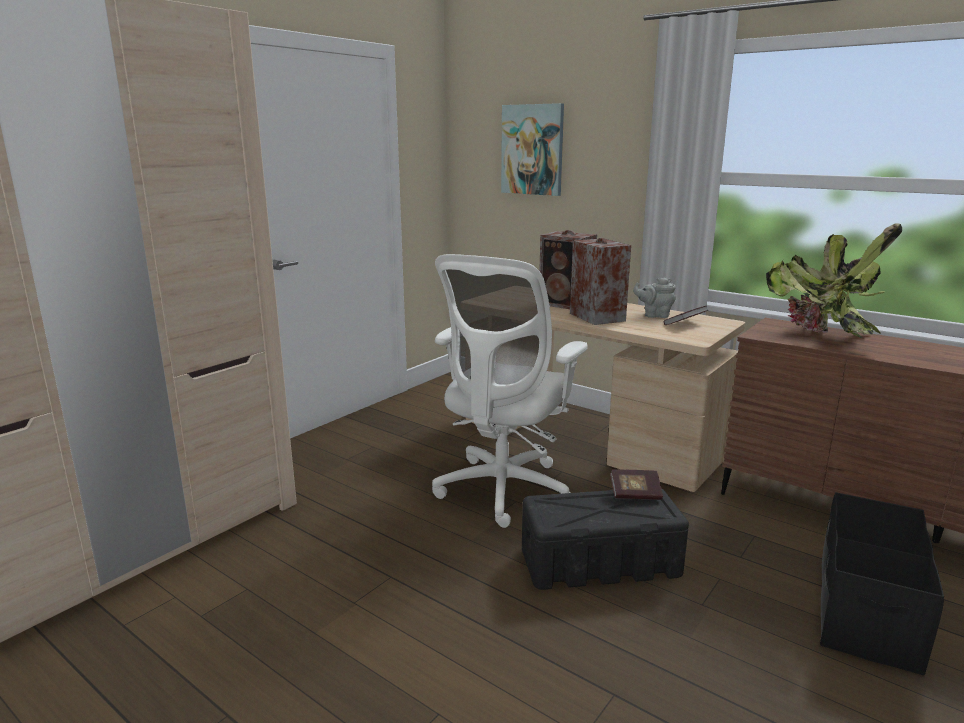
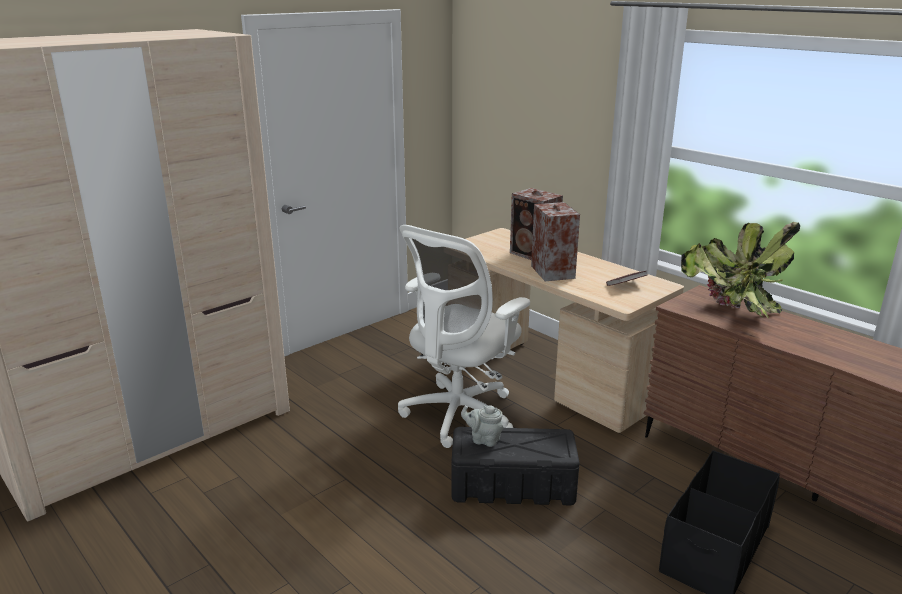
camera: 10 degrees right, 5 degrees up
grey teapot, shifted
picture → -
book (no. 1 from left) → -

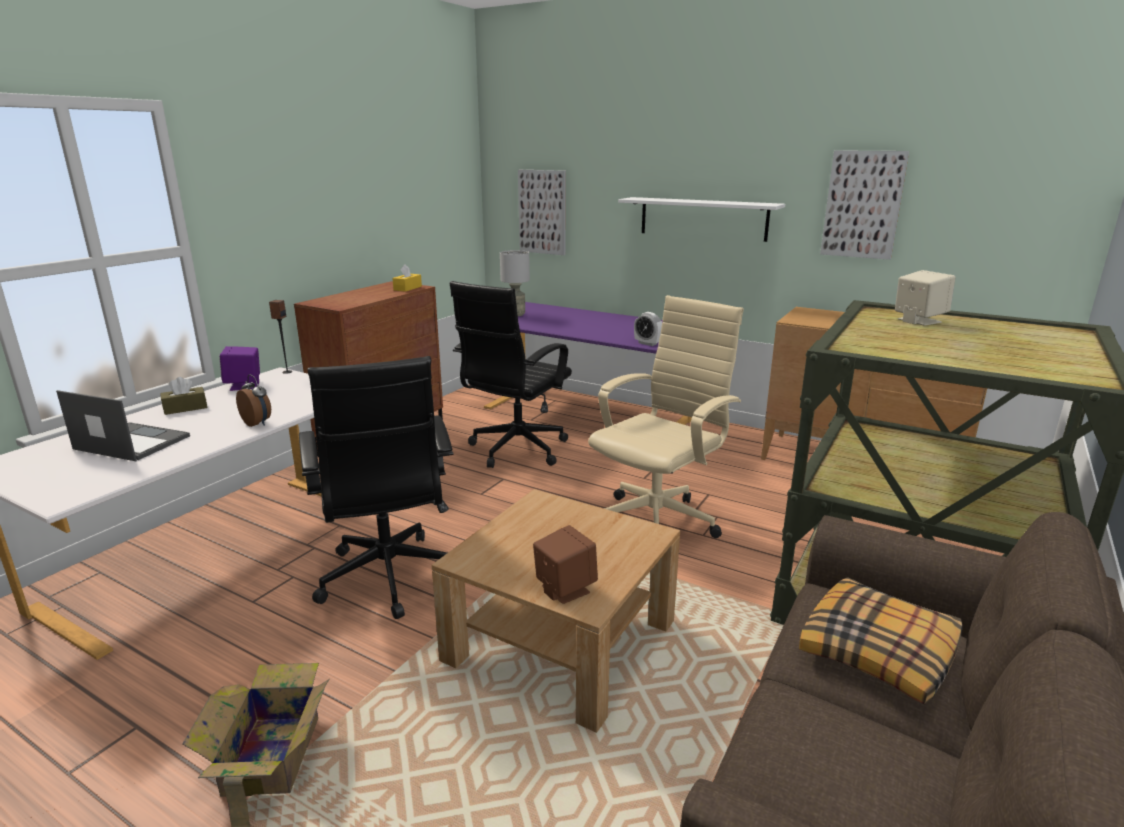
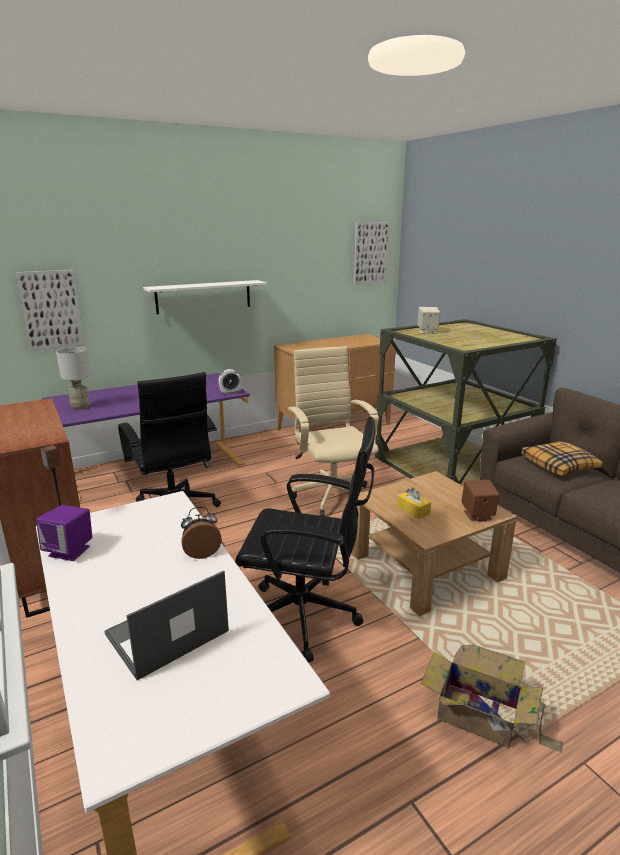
camera: 60 degrees left, 0 degrees up
picture (no. 2 from left), shifted
yellow tissue box, shifted
brown tissue box → -

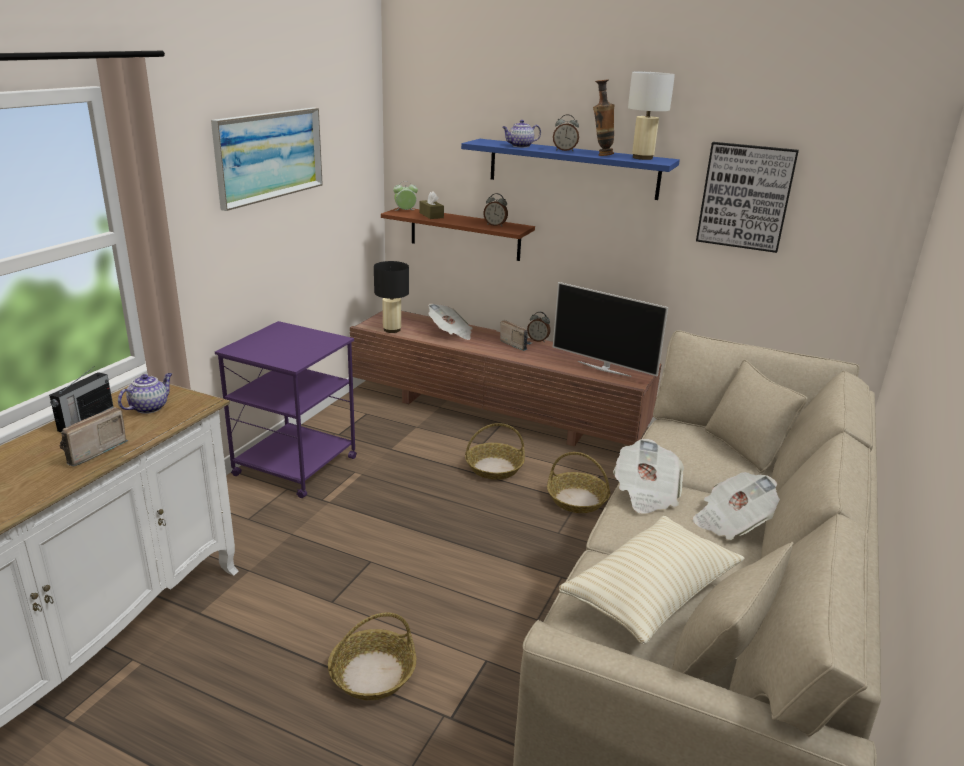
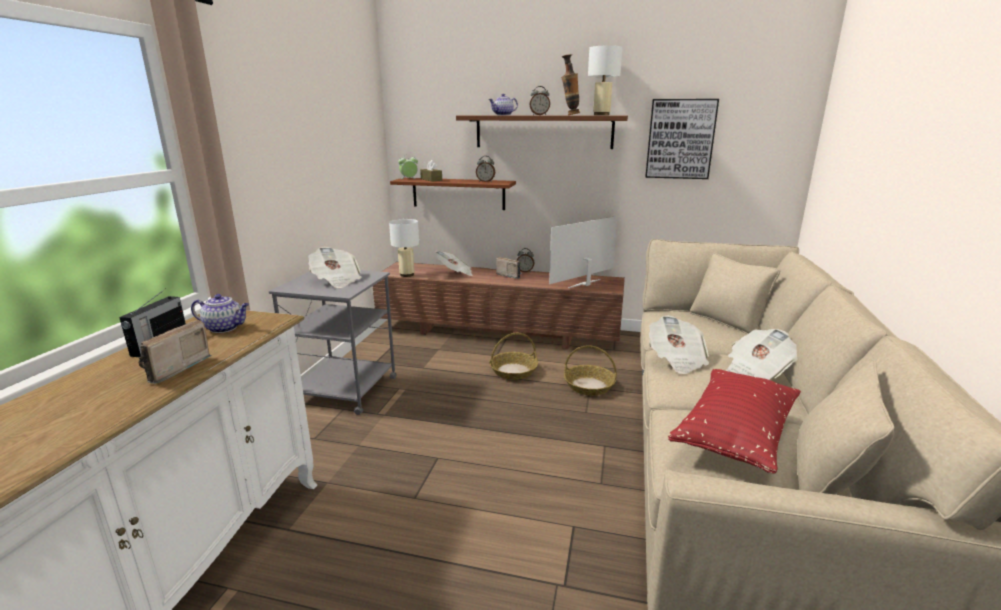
camera: 10 degrees left, 5 degrees down
teapot (no. 1 from left), 75 degrees clockwise
purple cart → grey cart
- → newspaper (no. 1 from left)
black table lamp → white table lamp (no. 1 from left)
blue shelf → brown shelf (no. 2 from left)
television, 120 degrees clockwise
beige pillow → red pillow
picture (no. 1 from left) → -
basket (no. 1 from left) → -

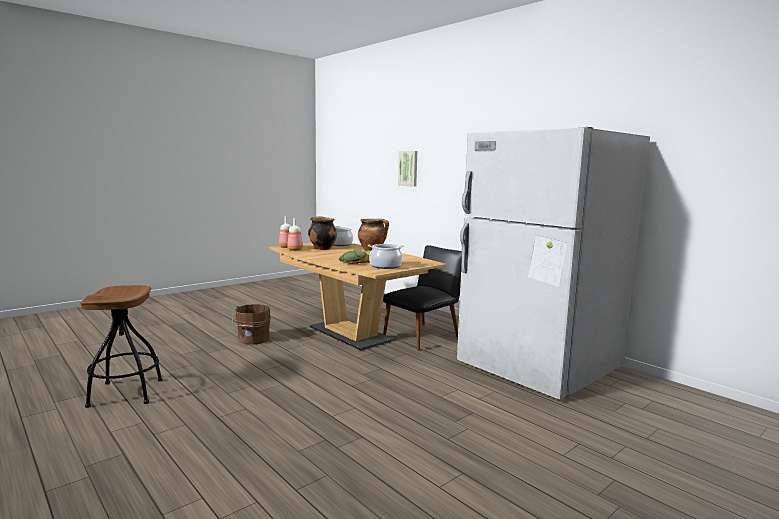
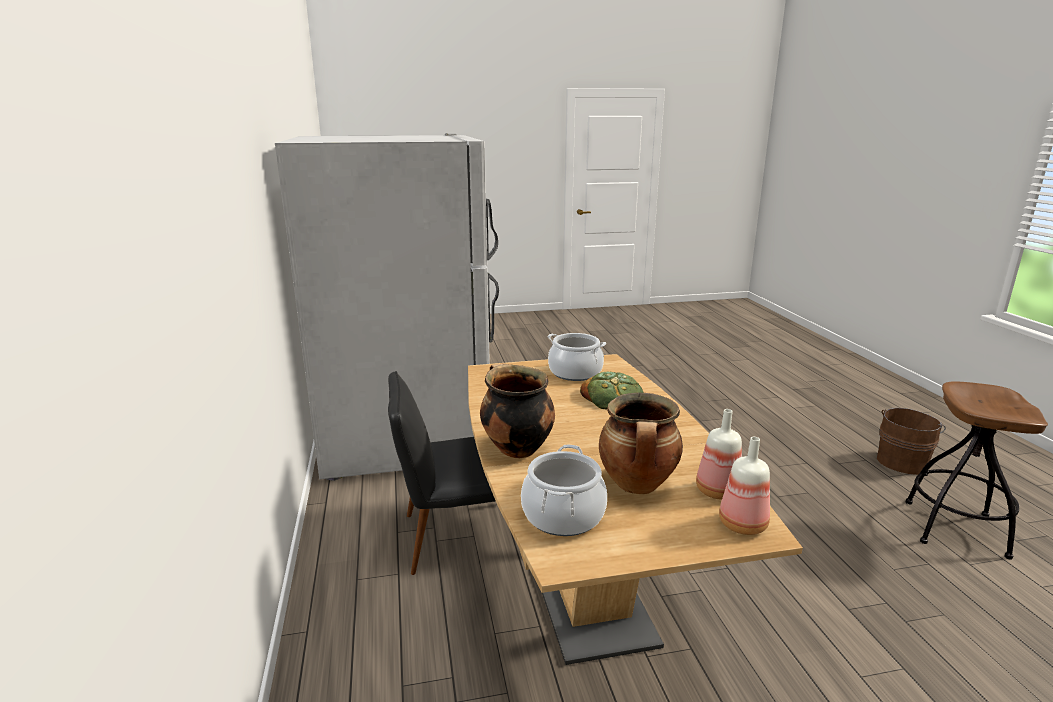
camera: 150 degrees left, 10 degrees up
brown bucket, shifted
picture → -

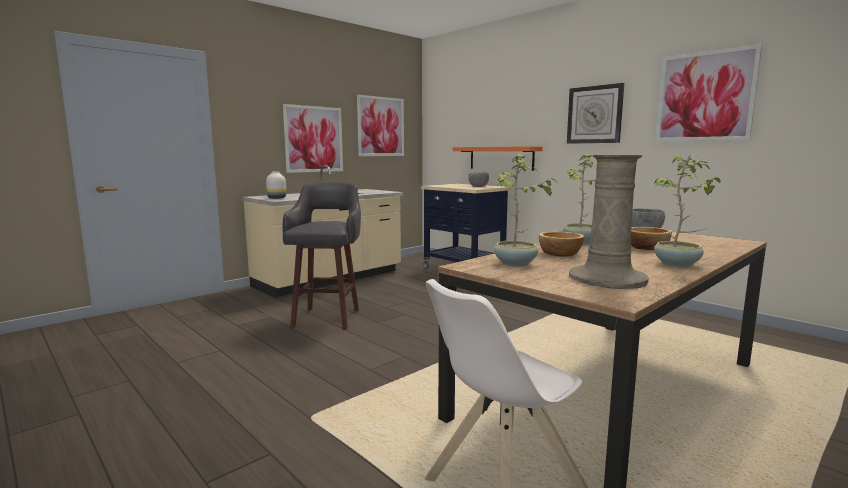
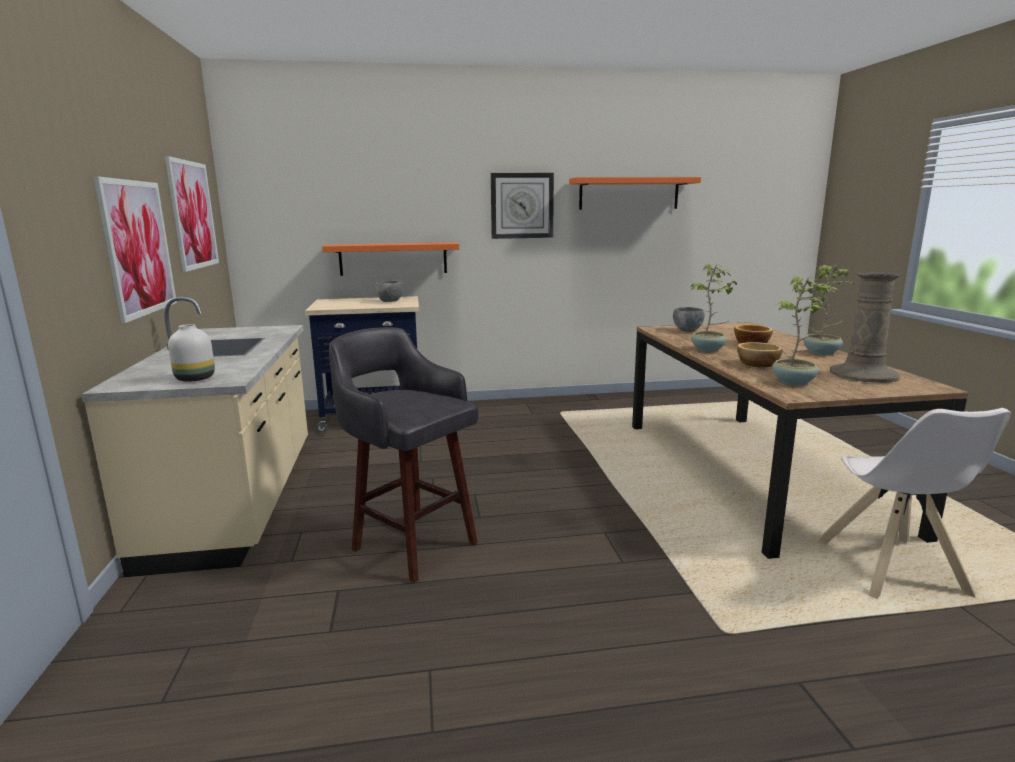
camera: 55 degrees left, 5 degrees up
picture (no. 3 from left) → orange shelf (no. 2 from left)

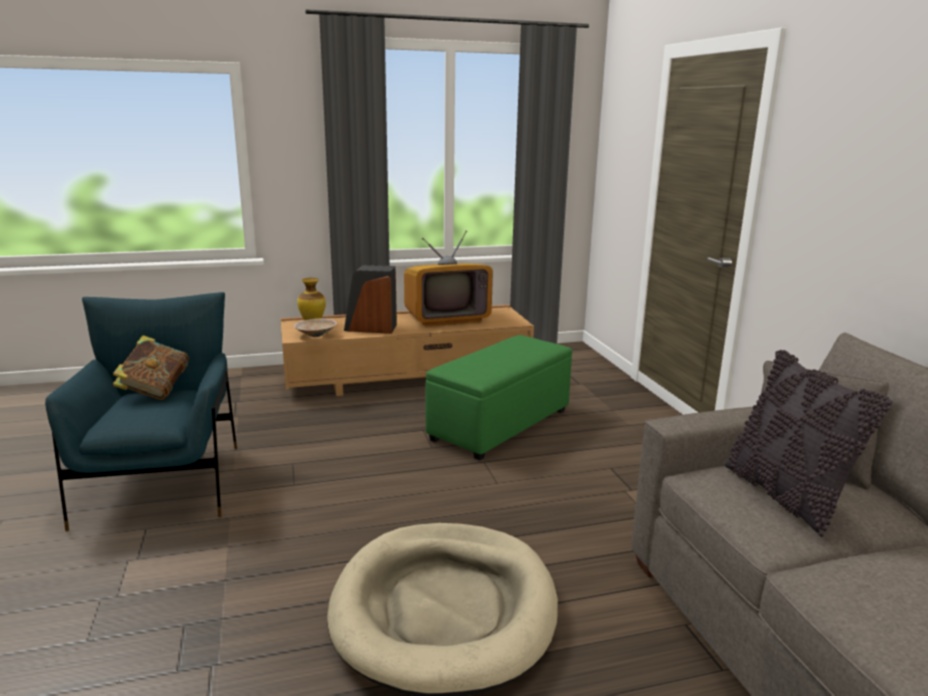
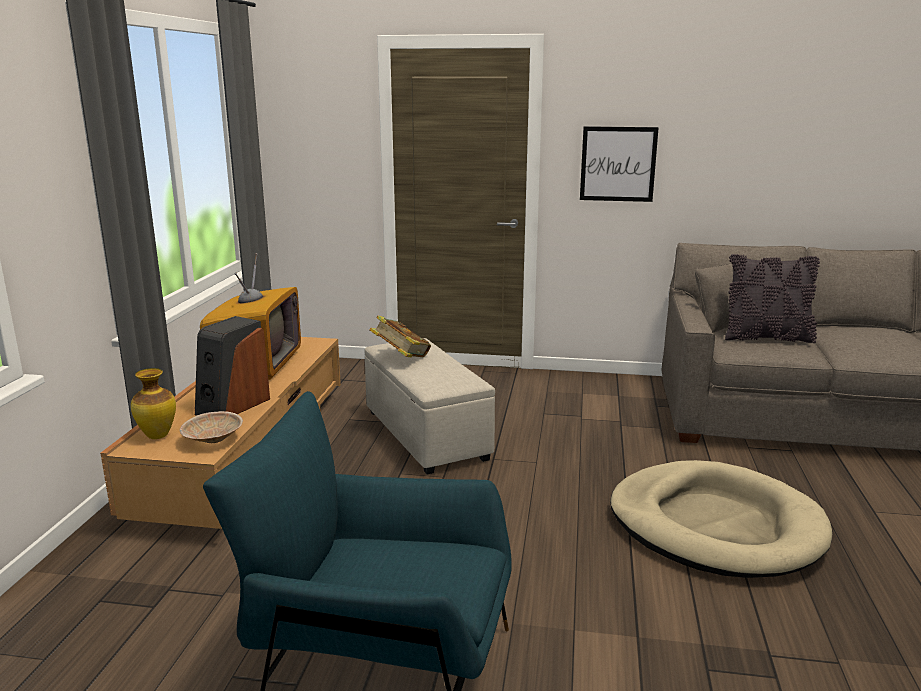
camera: 65 degrees left, 0 degrees up
green ottoman → beige ottoman
book, shifted
- → picture

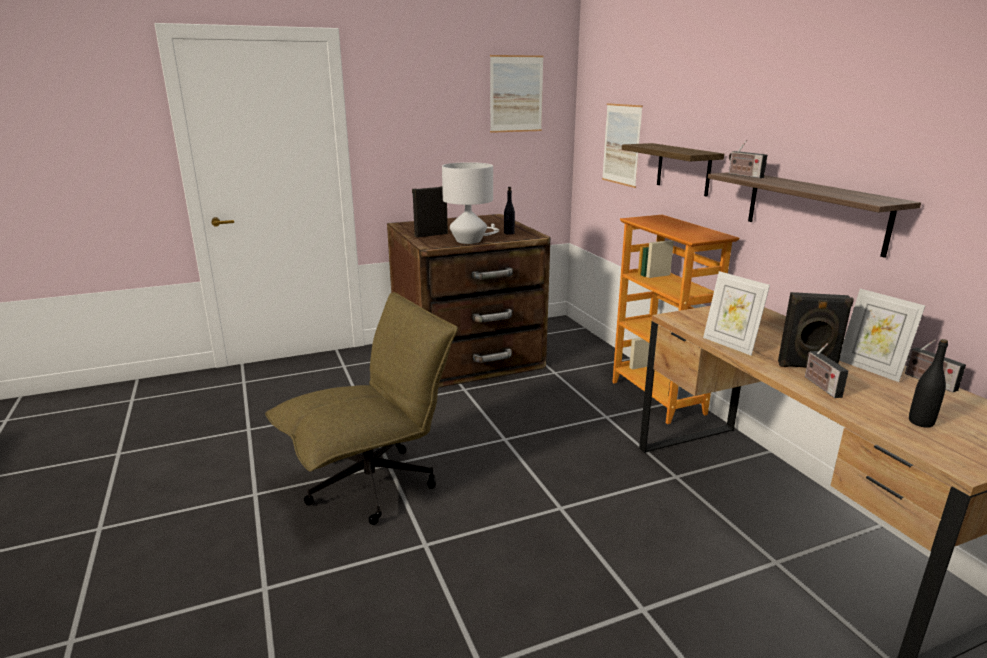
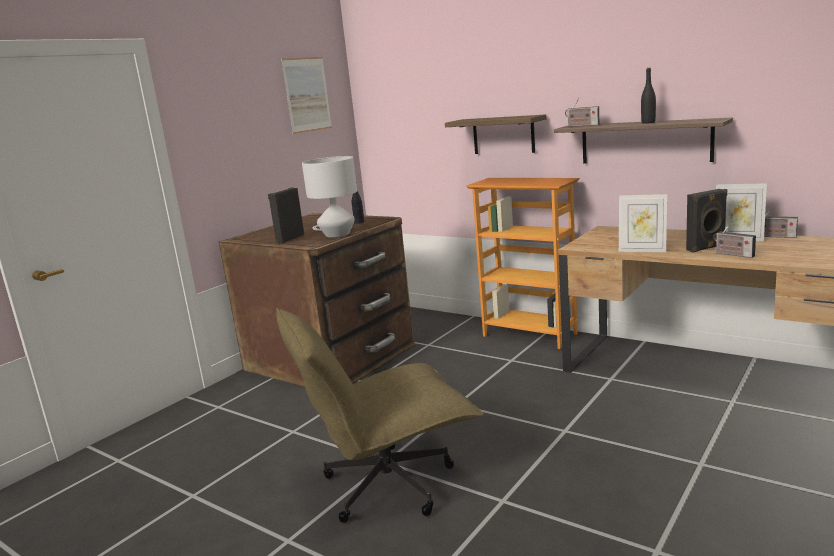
camera: 30 degrees left, 5 degrees down
beige office chair, 135 degrees counterclockwise
black bottle (no. 2 from left), shifted
picture (no. 2 from left) → -

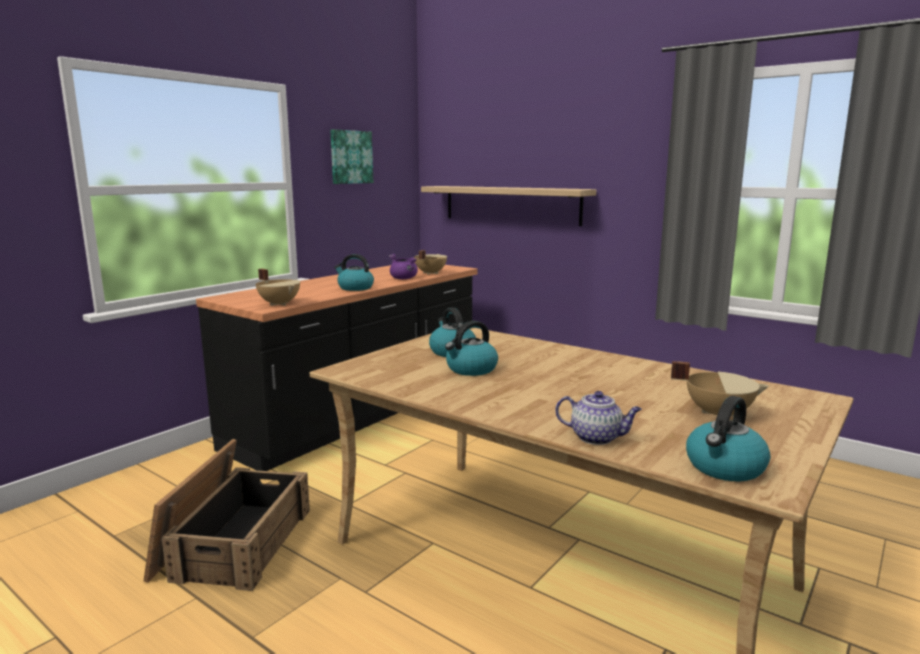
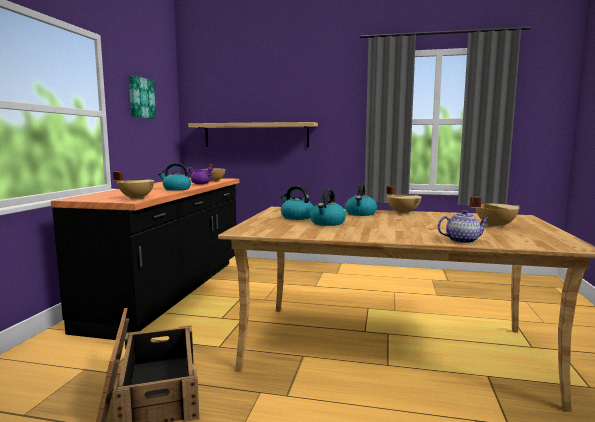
camera: 25 degrees left, 5 degrees down
kettle (no. 4 from left), shifted
- → beige cooking pot (no. 3 from left)

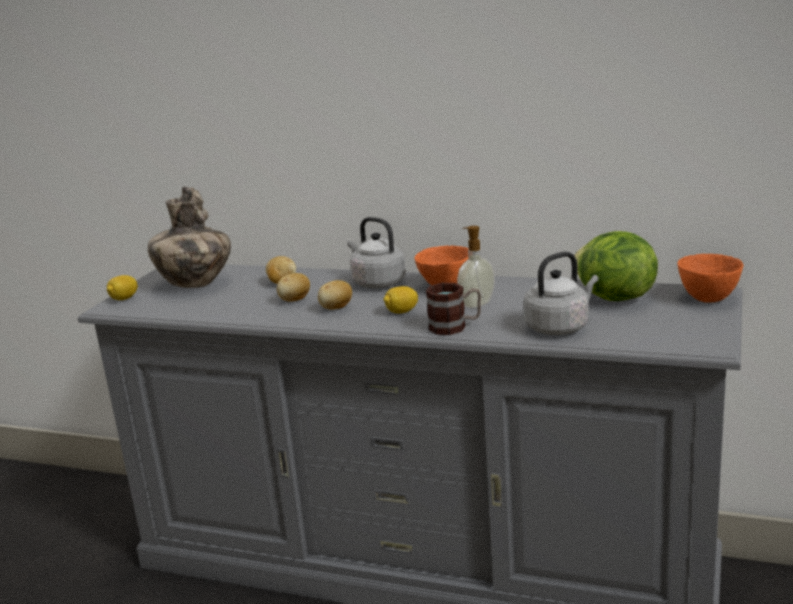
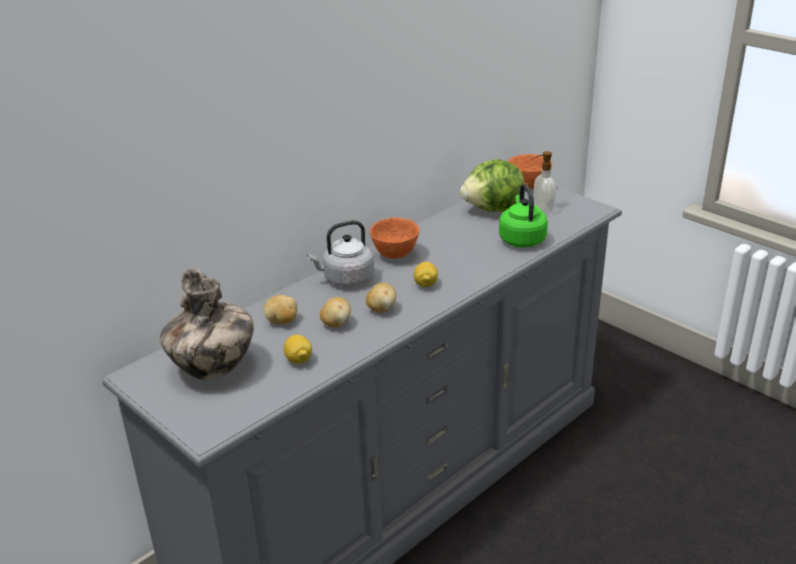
camera: 65 degrees left, 10 degrees up
lemon (no. 1 from left), shifted
grey kettle (no. 2 from left) → green kettle
soap dispenser, shifted
mug → -

